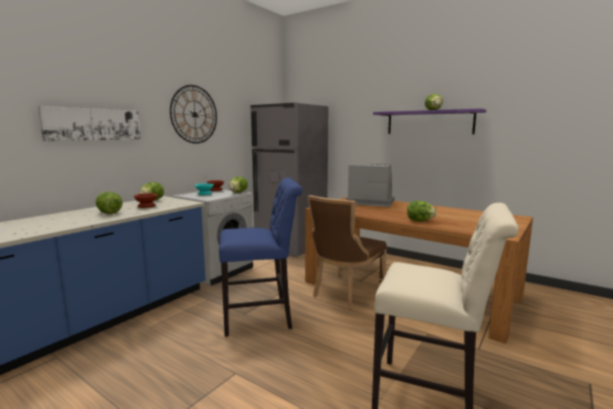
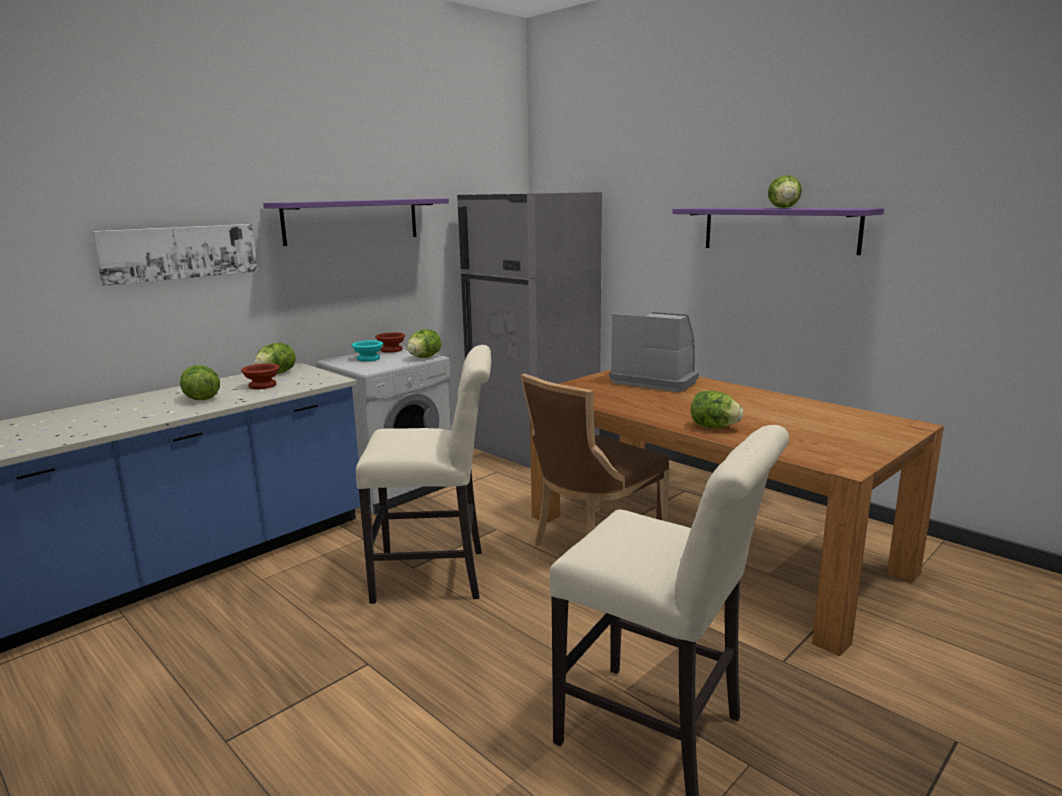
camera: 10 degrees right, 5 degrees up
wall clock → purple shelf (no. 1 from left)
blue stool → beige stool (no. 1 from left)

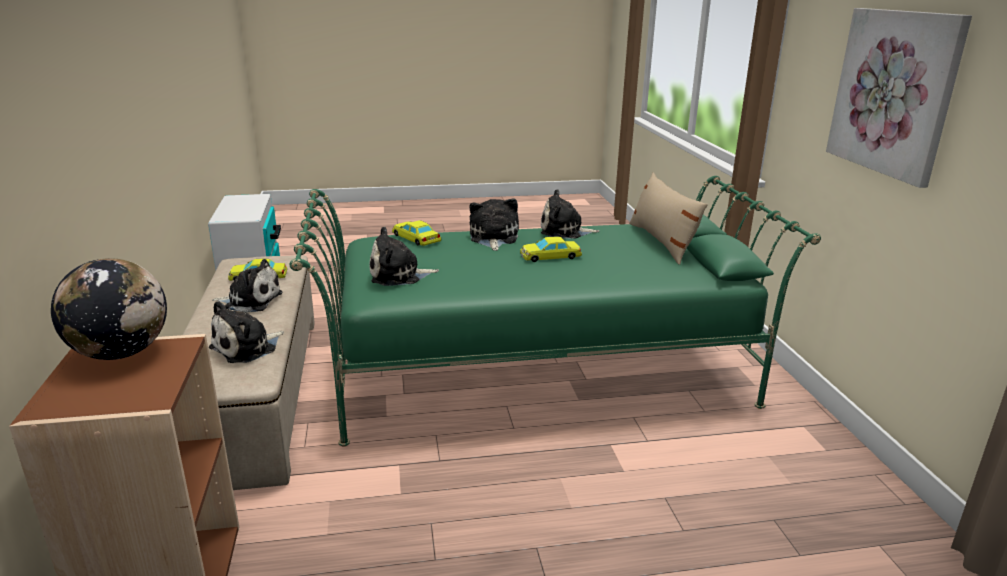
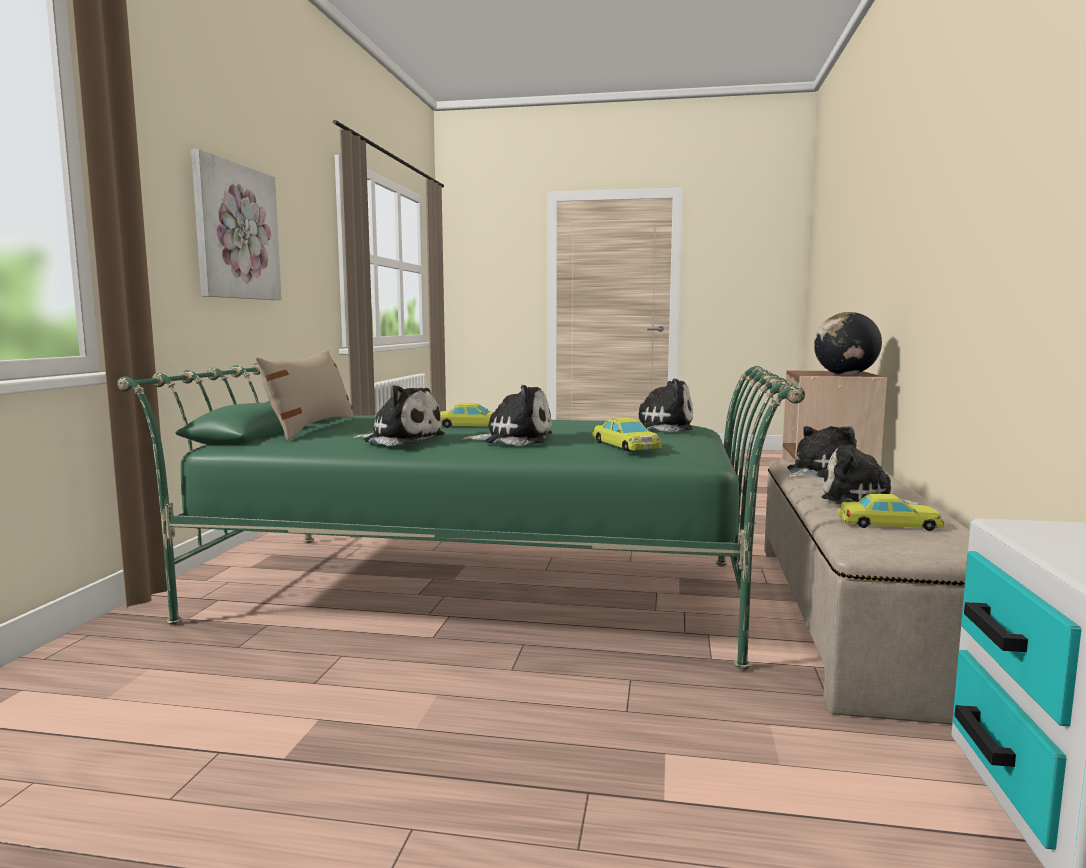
camera: 160 degrees left, 15 degrees down
plush toy (no. 4 from left in the first image) → plush toy (no. 2 from left), 105 degrees counterclockwise

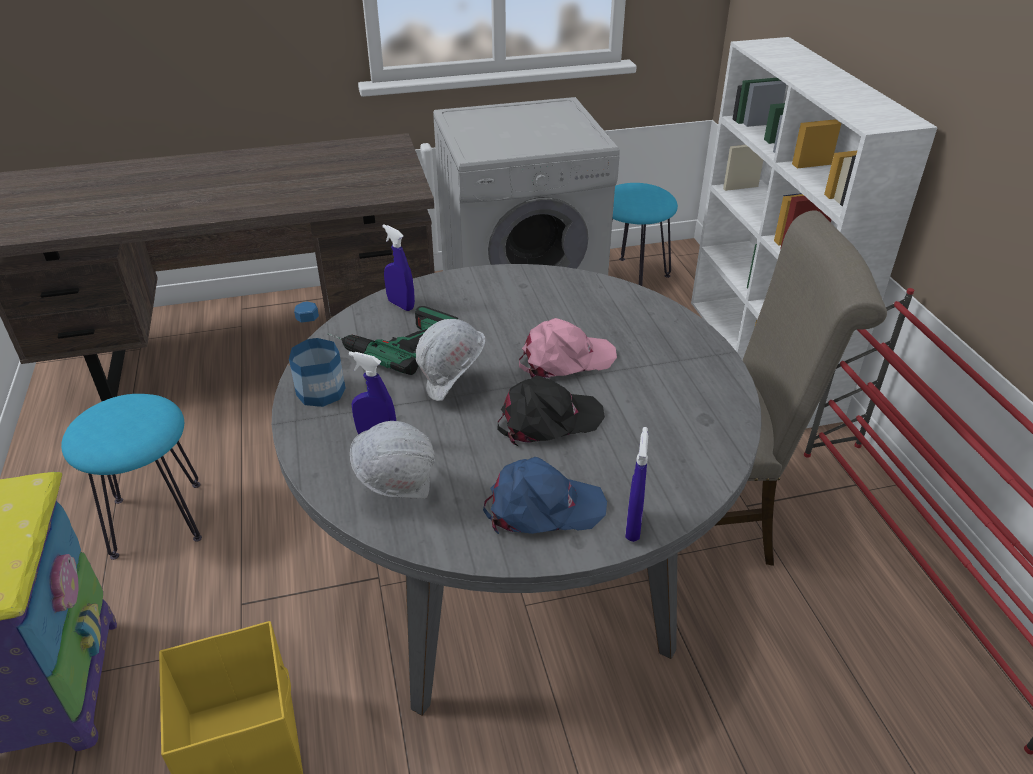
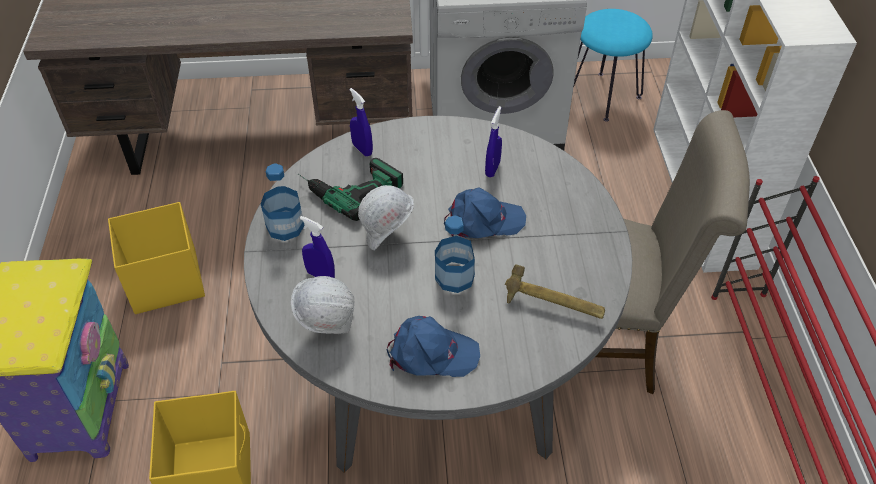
camera: 10 degrees right, 10 degrees up
turquoise stool (no. 1 from left) → yellow storage box (no. 1 from left)
black cap → bottle (no. 2 from left)
pink cap → blue cap (no. 2 from left)
blue spray bottle (no. 3 from left), shifted
- → hammer

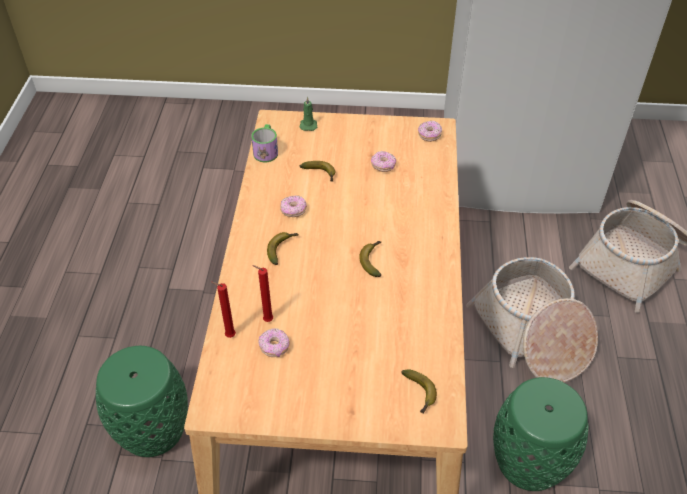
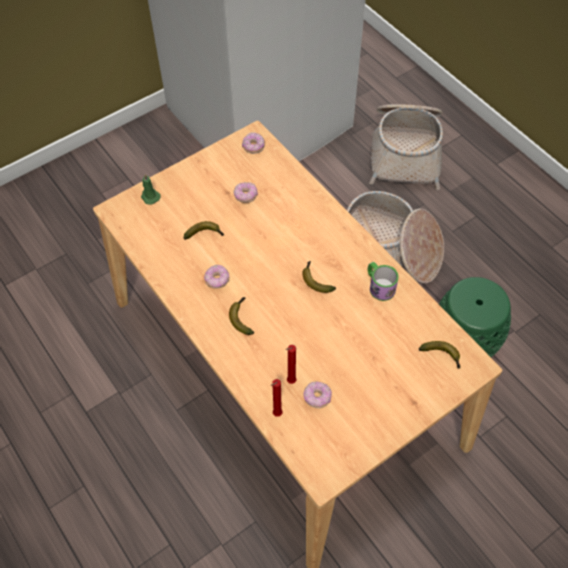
camera: 40 degrees left, 10 degrees up
mug, shifted
green stool (no. 1 from left) → -

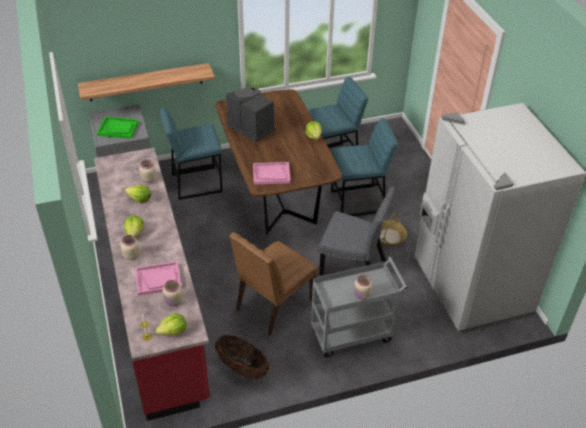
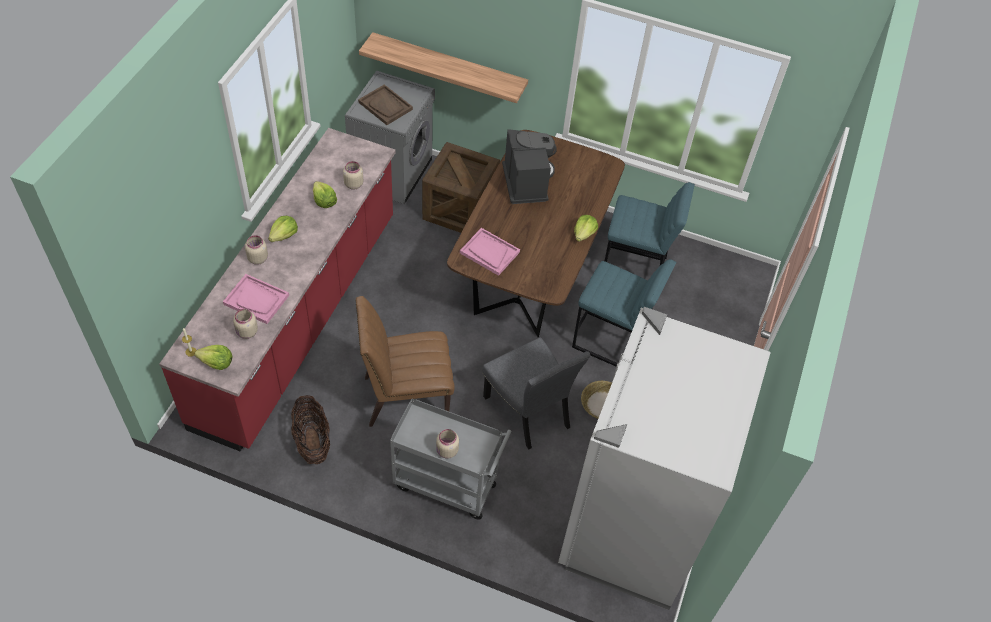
camera: 35 degrees right, 10 degrees up
green tray → brown tray
blue stool (no. 1 from left) → crate

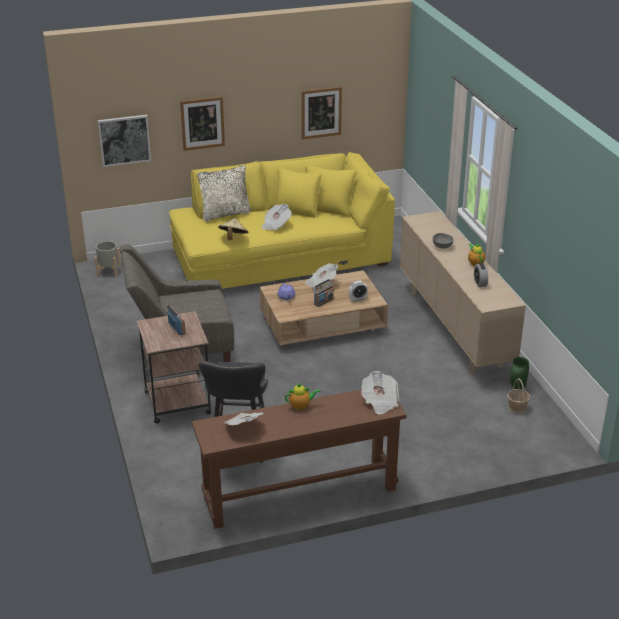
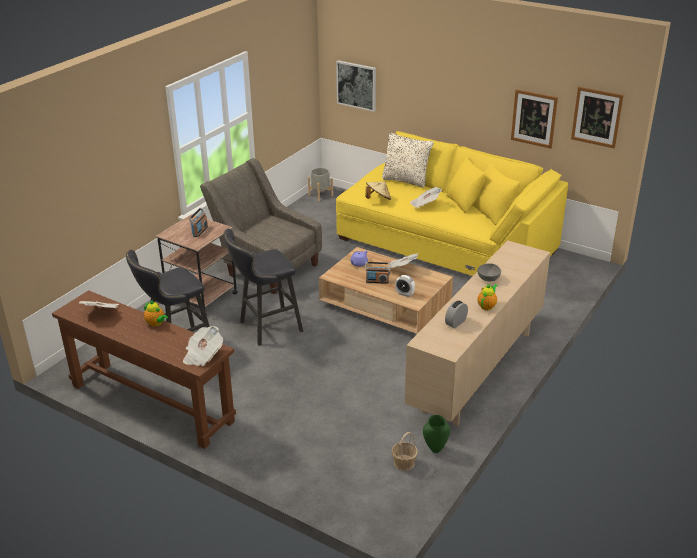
camera: 50 degrees right, 0 degrees up
- → black stool (no. 2 from left)
picture (no. 2 from left in the first image) → picture (no. 3 from left), shifted

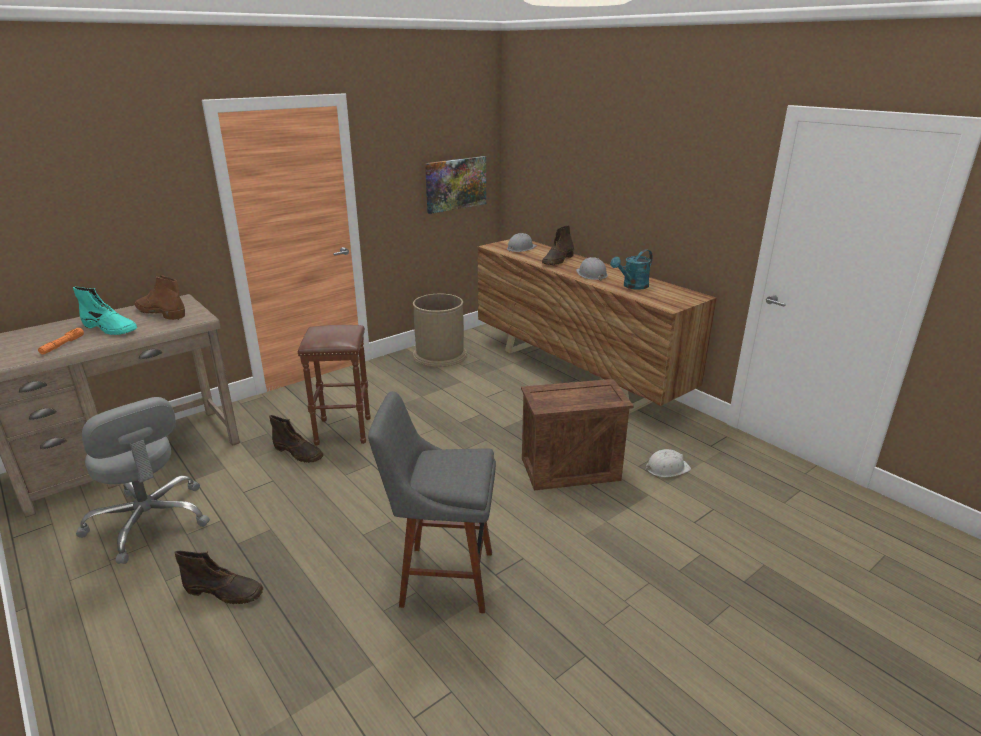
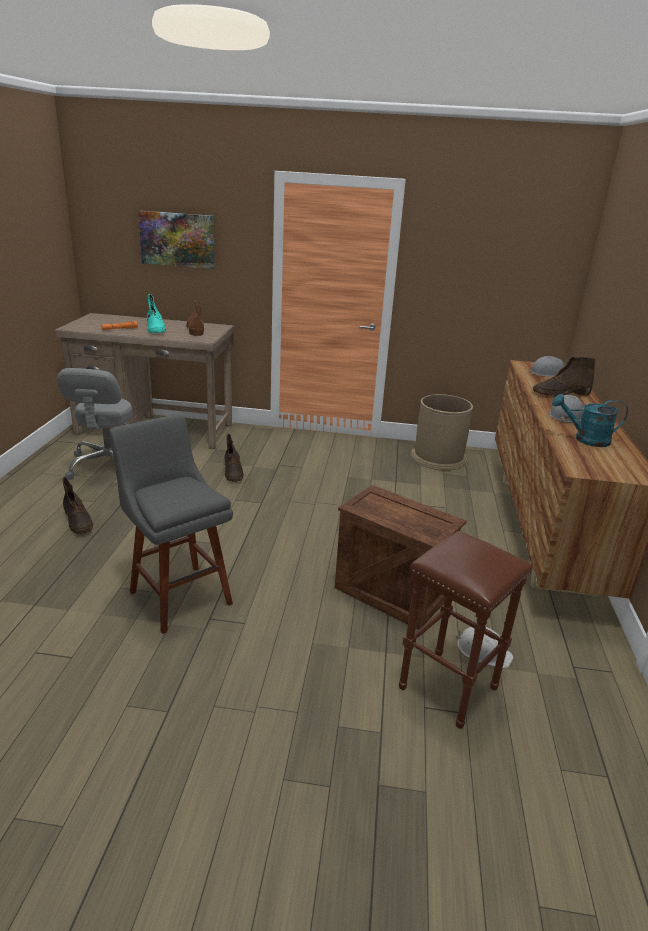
camera: 45 degrees right, 0 degrees up
picture, shifted
brown stool, shifted

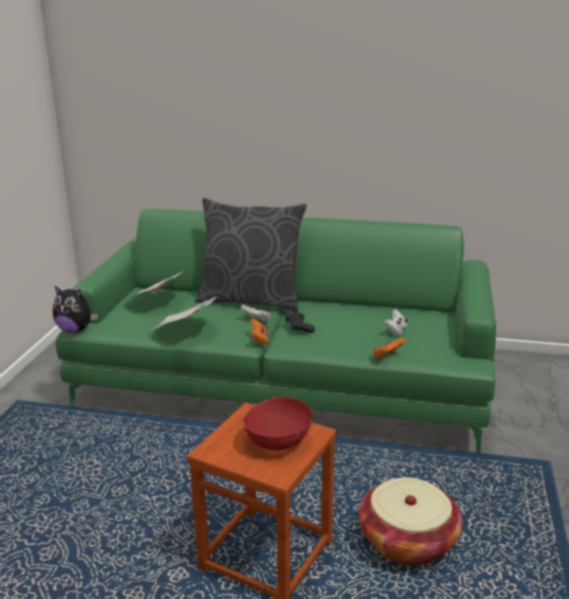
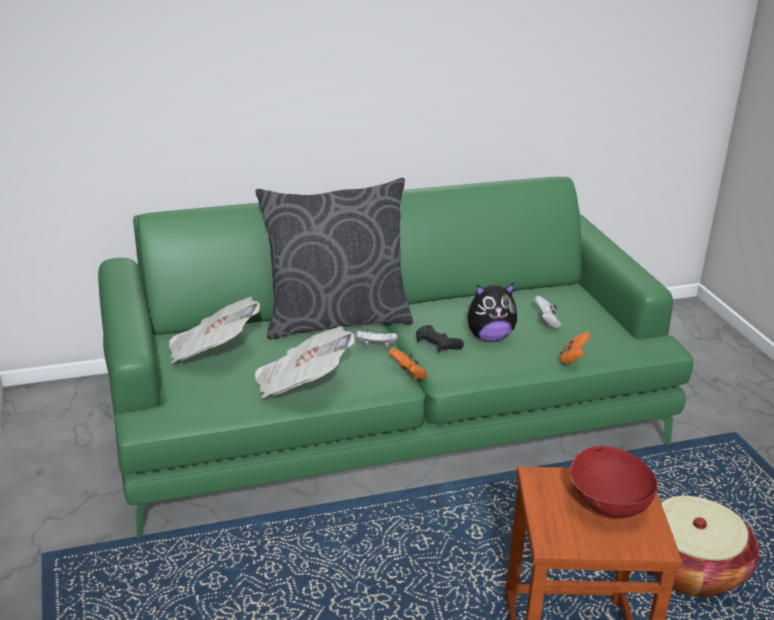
camera: 30 degrees left, 5 degrees up
plush toy, shifted

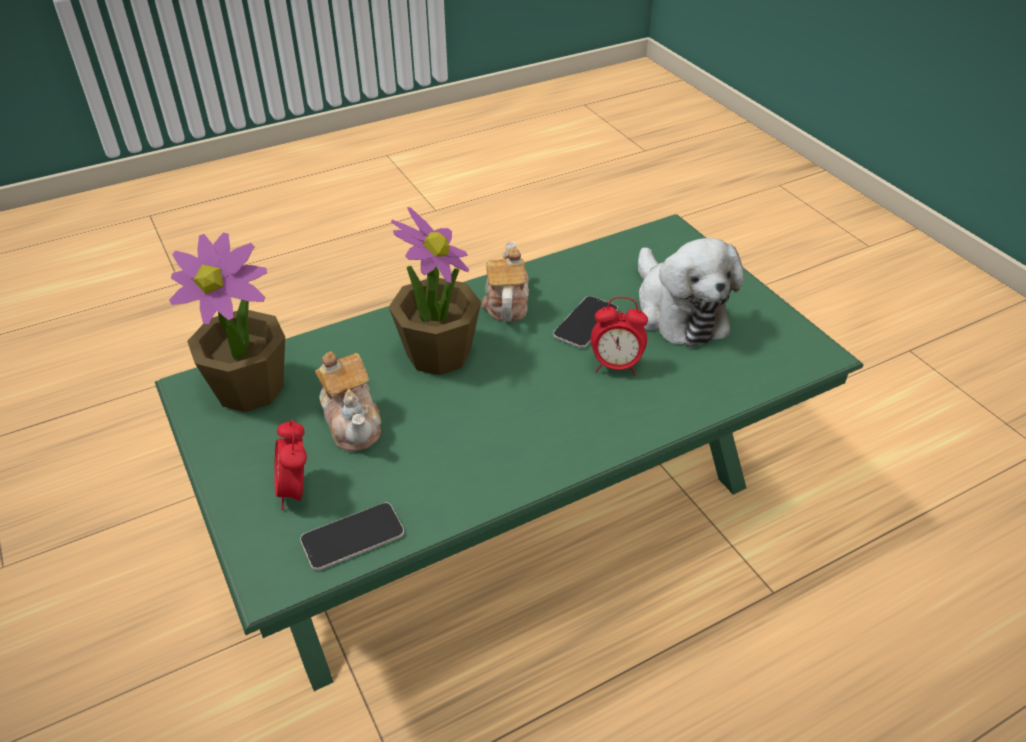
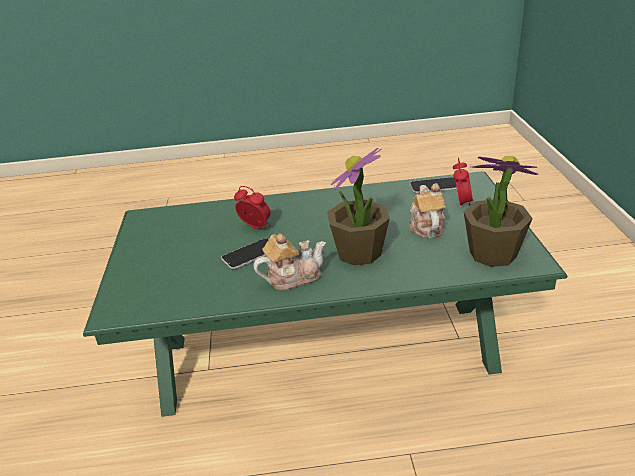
camera: 155 degrees left, 10 degrees down
teapot (no. 2 from left in the first image) → teapot (no. 1 from left), 135 degrees counterclockwise
plush toy → -

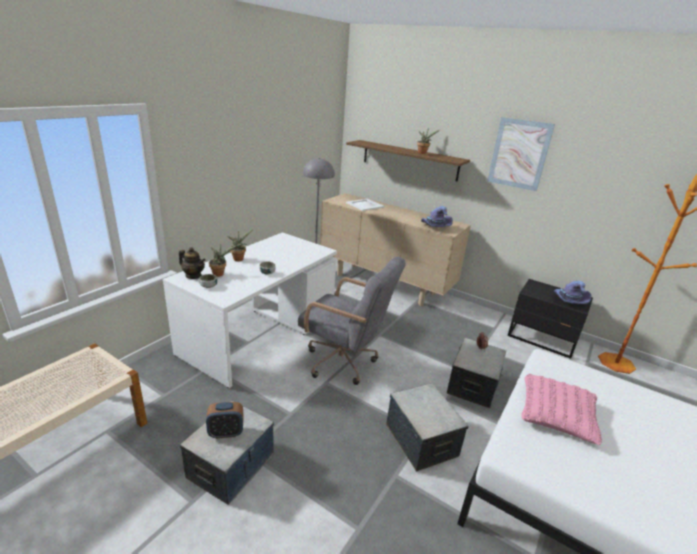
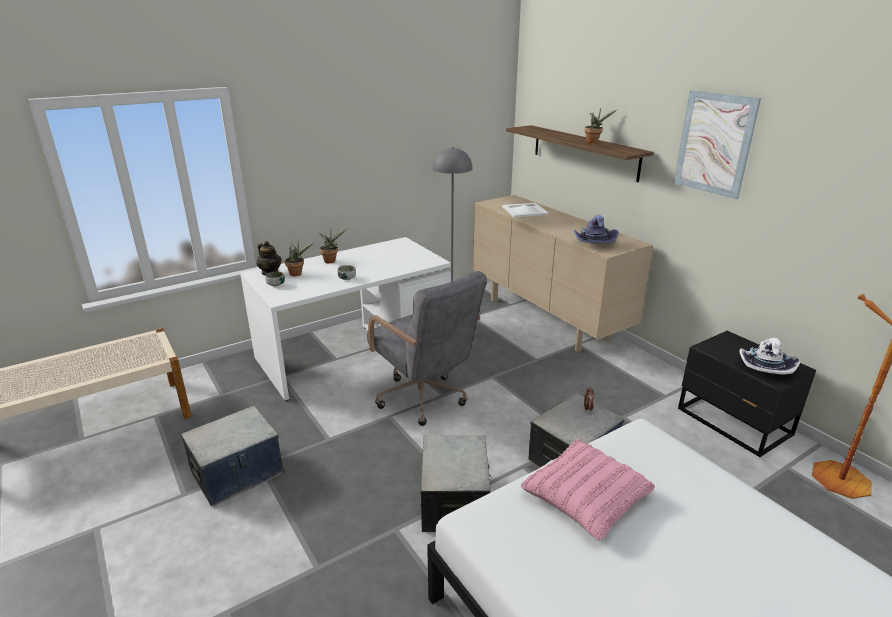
camera: 25 degrees right, 0 degrees up
purple hat (no. 2 from left) → white hat
alarm clock (no. 1 from left) → -

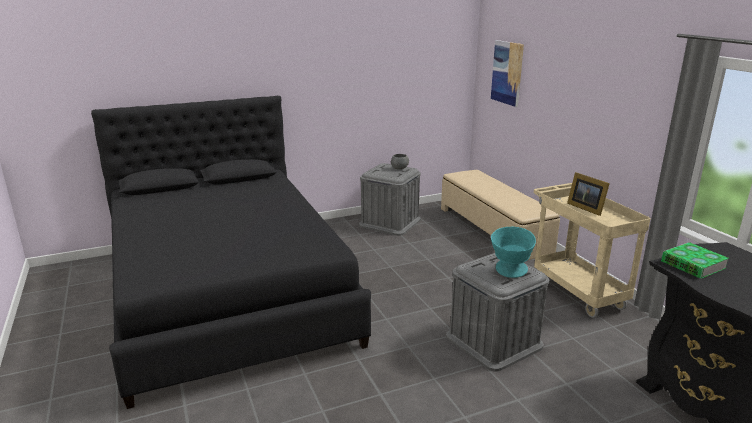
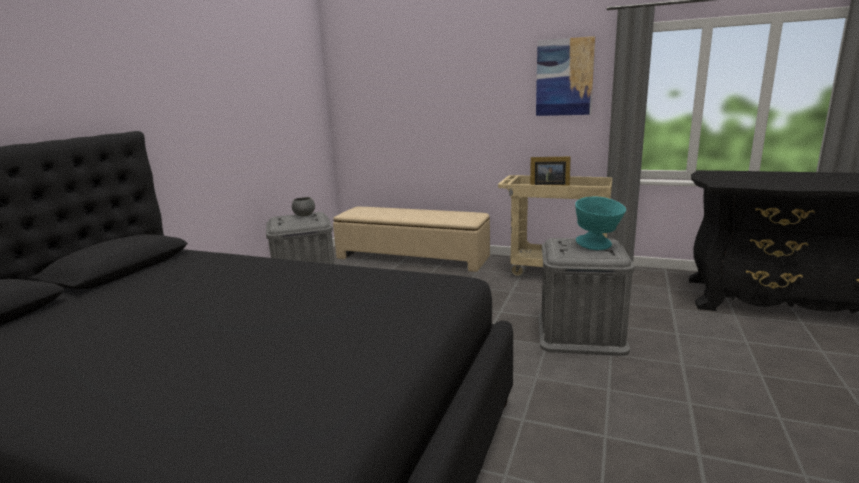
camera: 45 degrees left, 5 degrees down
picture, shifted
book → -

